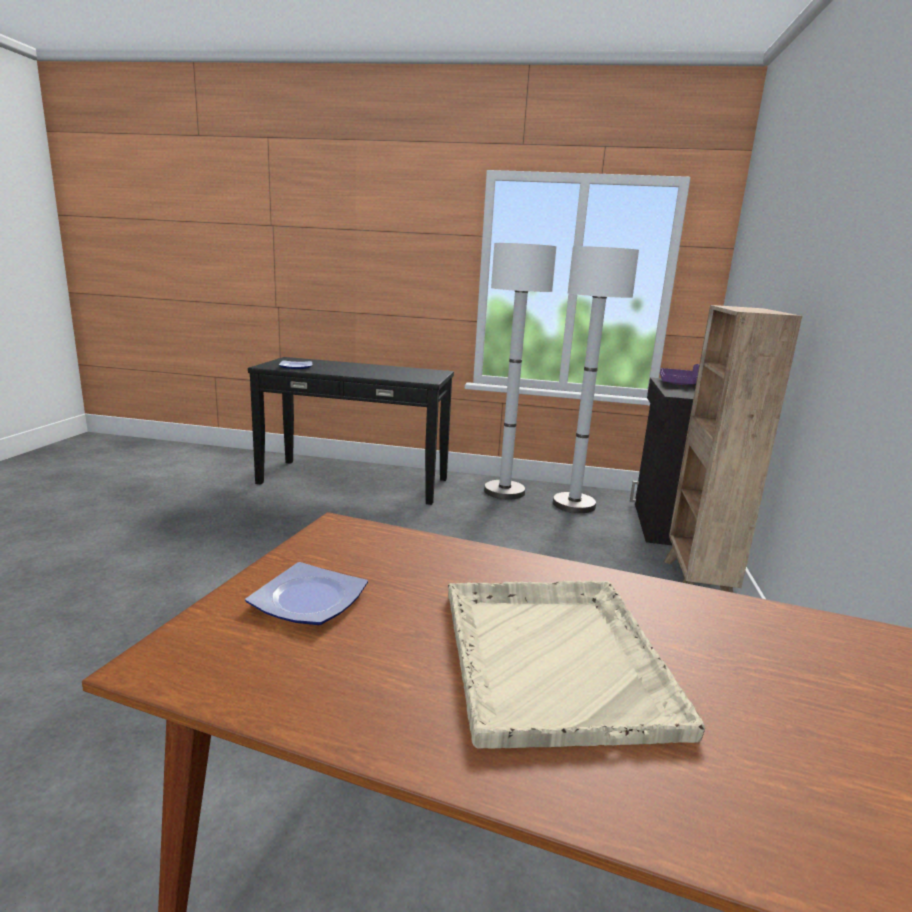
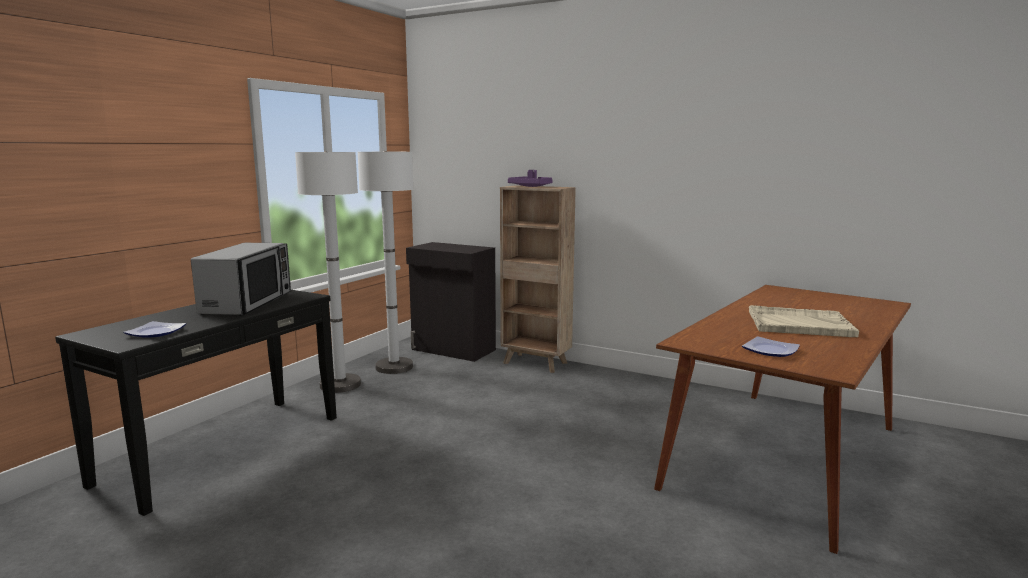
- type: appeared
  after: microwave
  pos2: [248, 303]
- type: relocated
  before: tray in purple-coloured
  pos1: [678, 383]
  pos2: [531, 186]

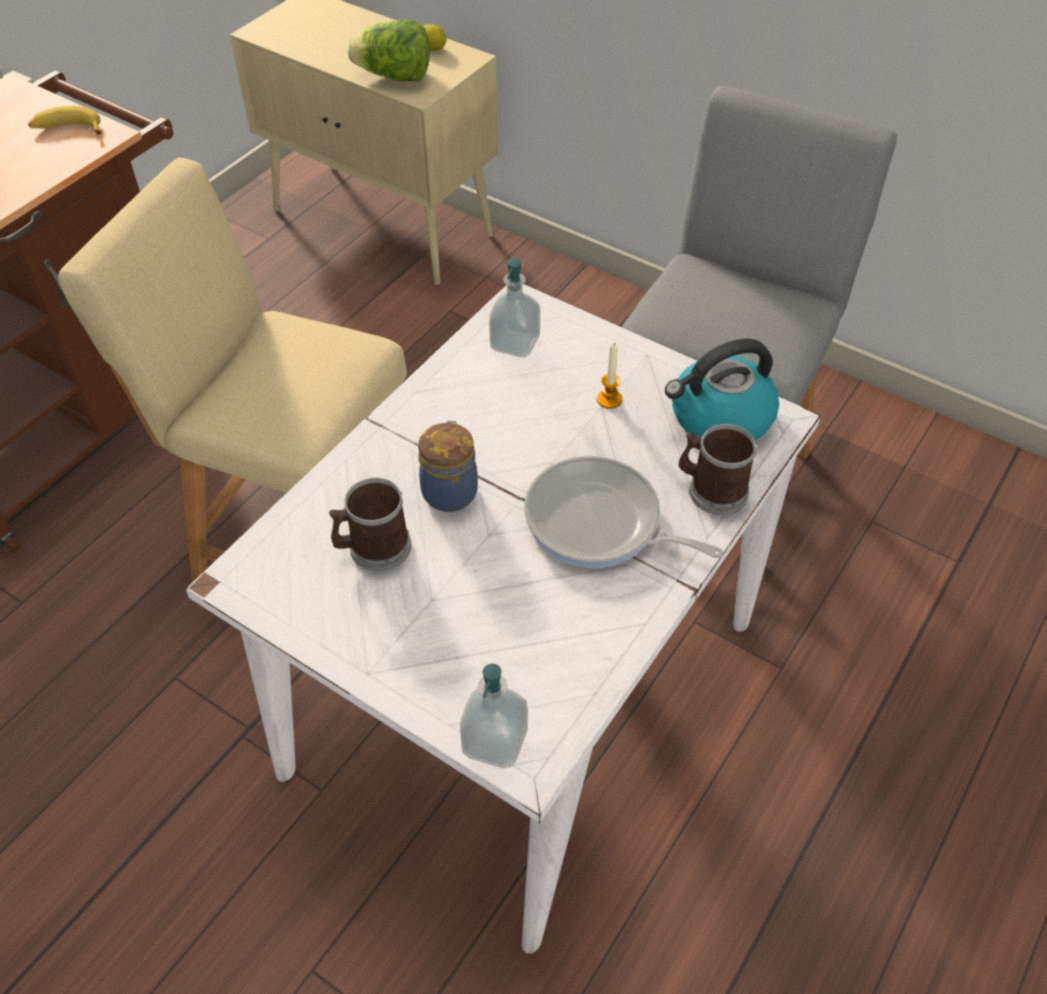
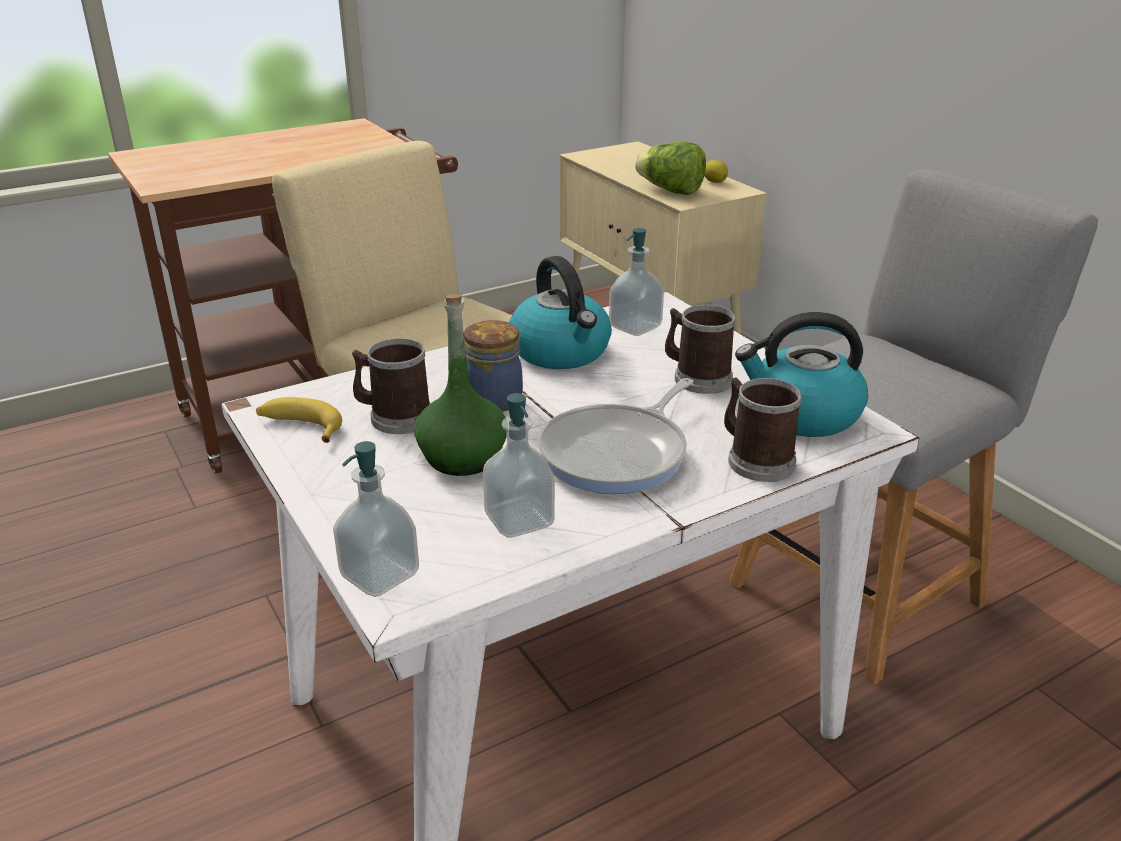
- type: appeared
  after: beverage bottle in greenish
  pos2: [462, 457]
- type: appeared
  after: soap dispenser
  pos2: [519, 520]
- type: appeared
  after: water kettle
  pos2: [561, 352]
- type: relocated
  before: whole banana
  pos1: [68, 129]
  pos2: [300, 427]
- type: exchanged
  before: candle
  after: mug
  pos1: [609, 399]
  pos2: [696, 378]
- type: spun
  before: skillet
  pos1: [599, 523]
  pos2: [618, 453]
  turn: -105

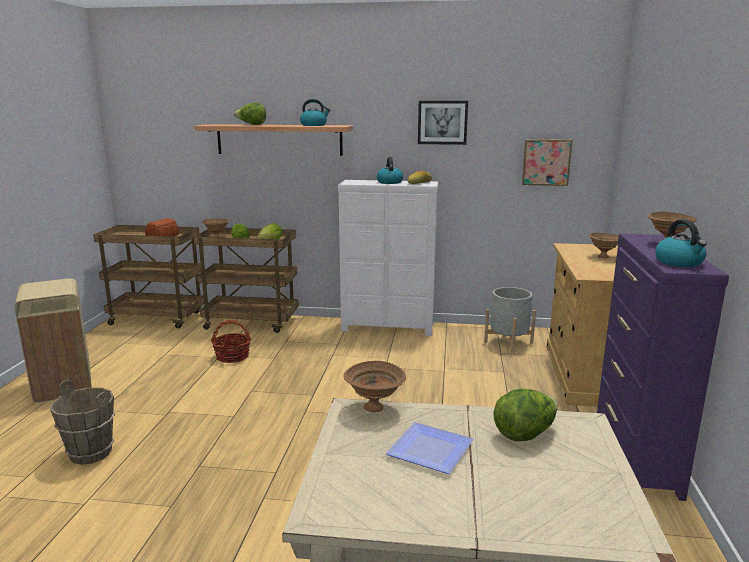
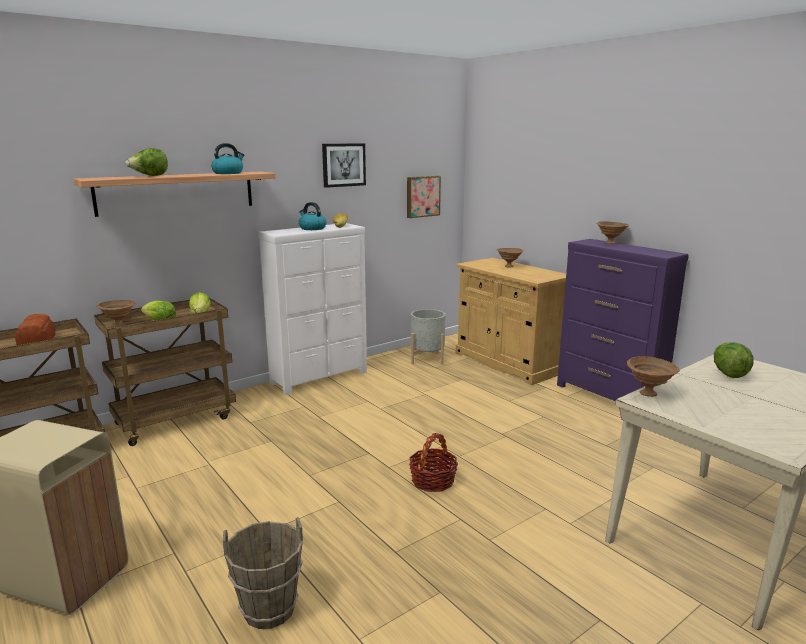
- type: missing
  before: dinner plate
  pos1: [431, 452]
- type: missing
  before: water kettle
  pos1: [679, 262]
- type: relocated
  before: basket
  pos1: [232, 356]
  pos2: [433, 481]

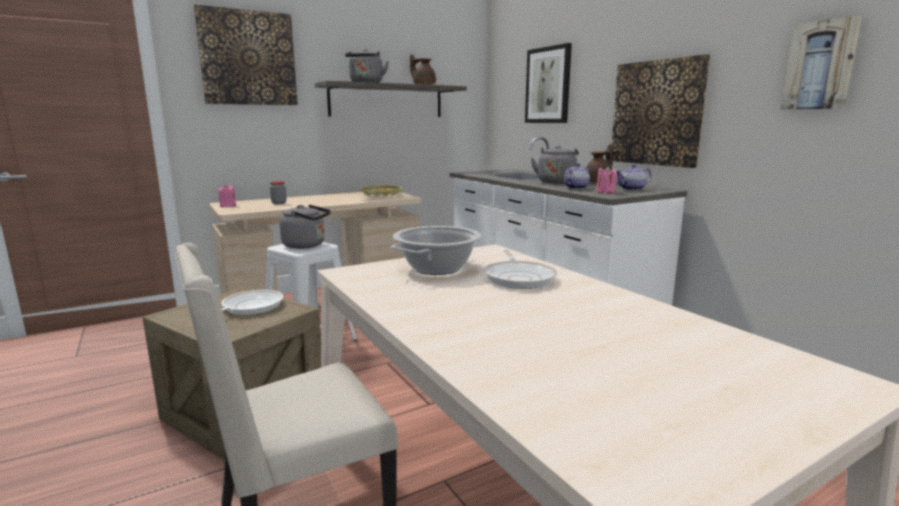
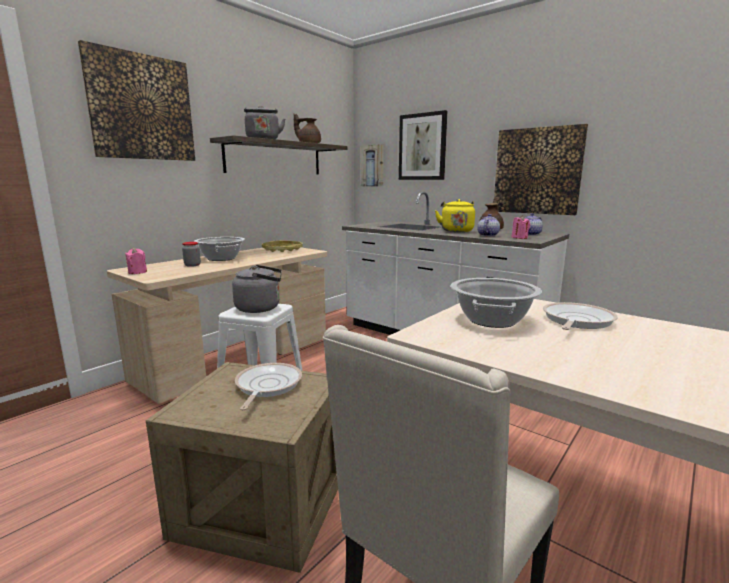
- type: appeared
  after: saucepot
  pos2: [221, 258]
- type: relocated
  before: wall picture
  pos1: [820, 66]
  pos2: [372, 166]
- type: colour
  before: water kettle in greyish
  after: water kettle in yellow
  pos1: [556, 182]
  pos2: [456, 231]
- type: spun
  before: skillet
  pos1: [519, 277]
  pos2: [576, 321]
  turn: -120

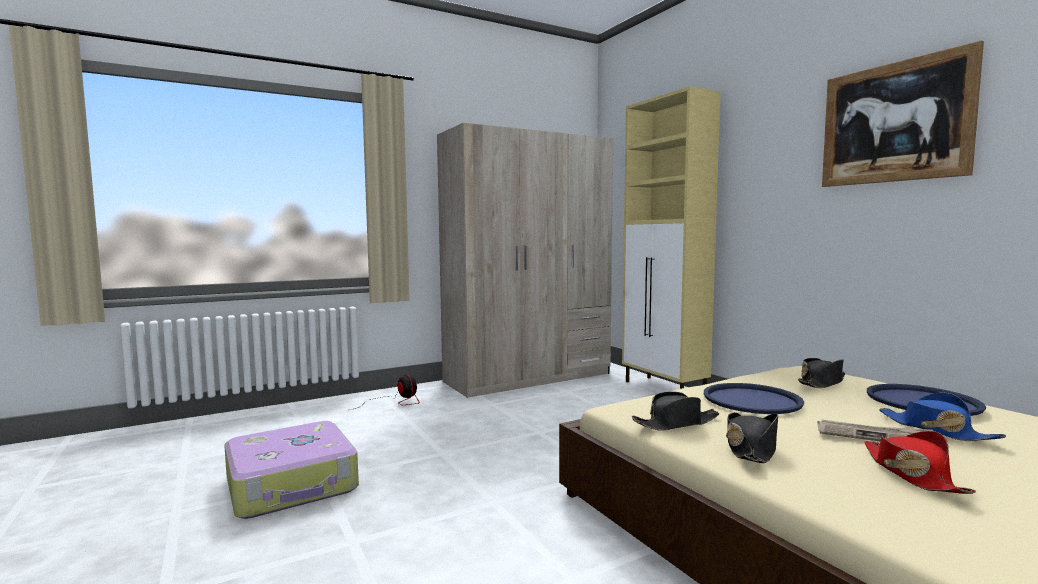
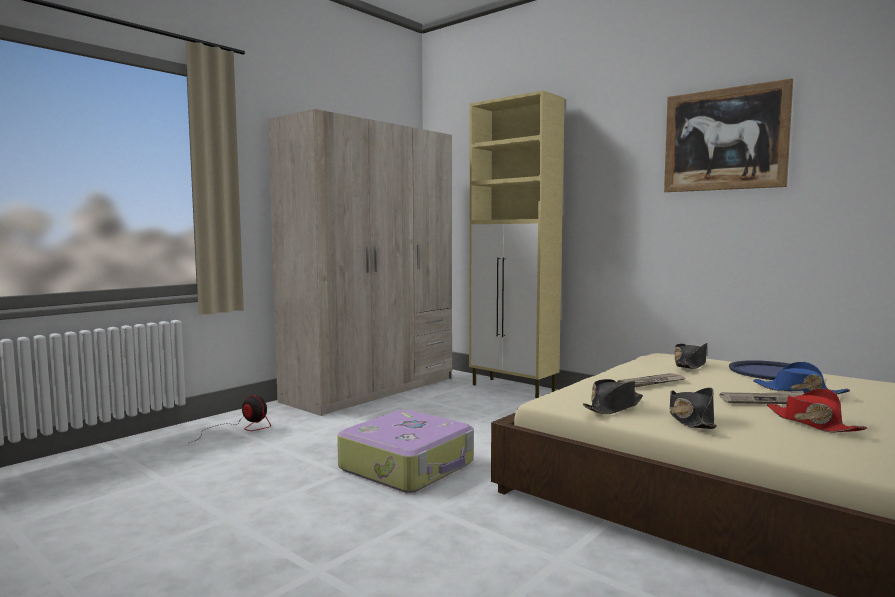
- type: relocated
  before: suitcase
  pos1: [293, 484]
  pos2: [408, 466]
- type: exchanged
  before: tray in blue
  after: daily paper
  pos1: [752, 400]
  pos2: [651, 383]

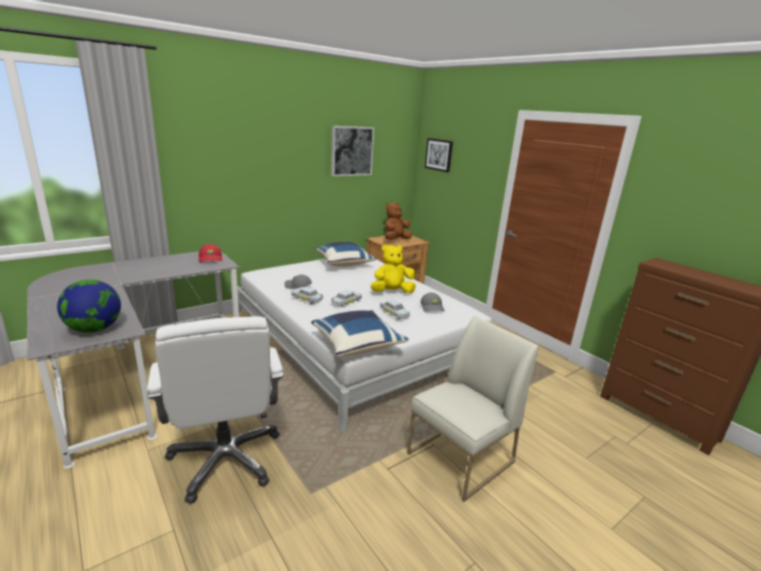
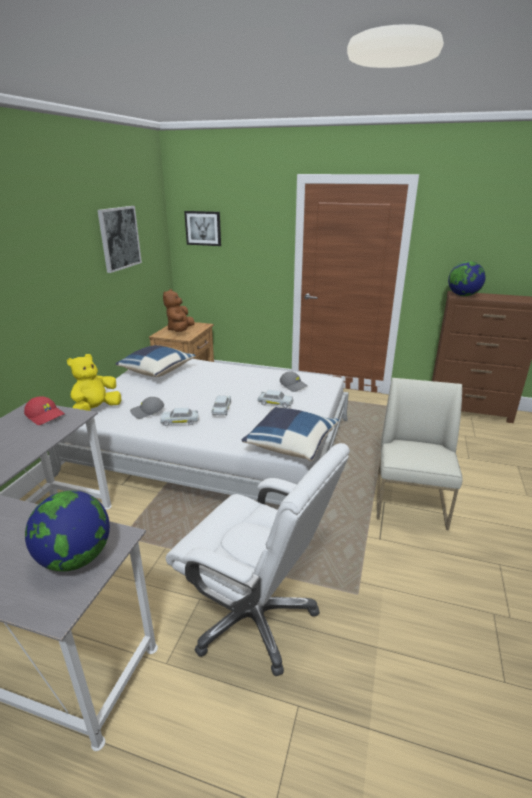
- type: appeared
  after: desk globe
  pos2: [463, 295]
- type: relocated
  before: soft toy in yellow
  pos1: [392, 292]
  pos2: [96, 410]

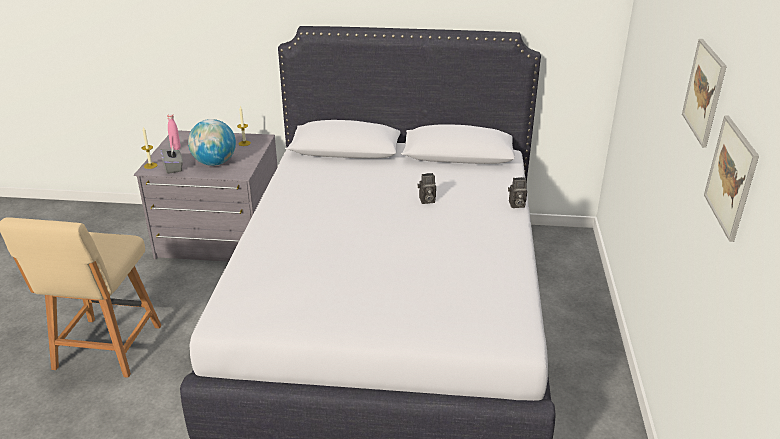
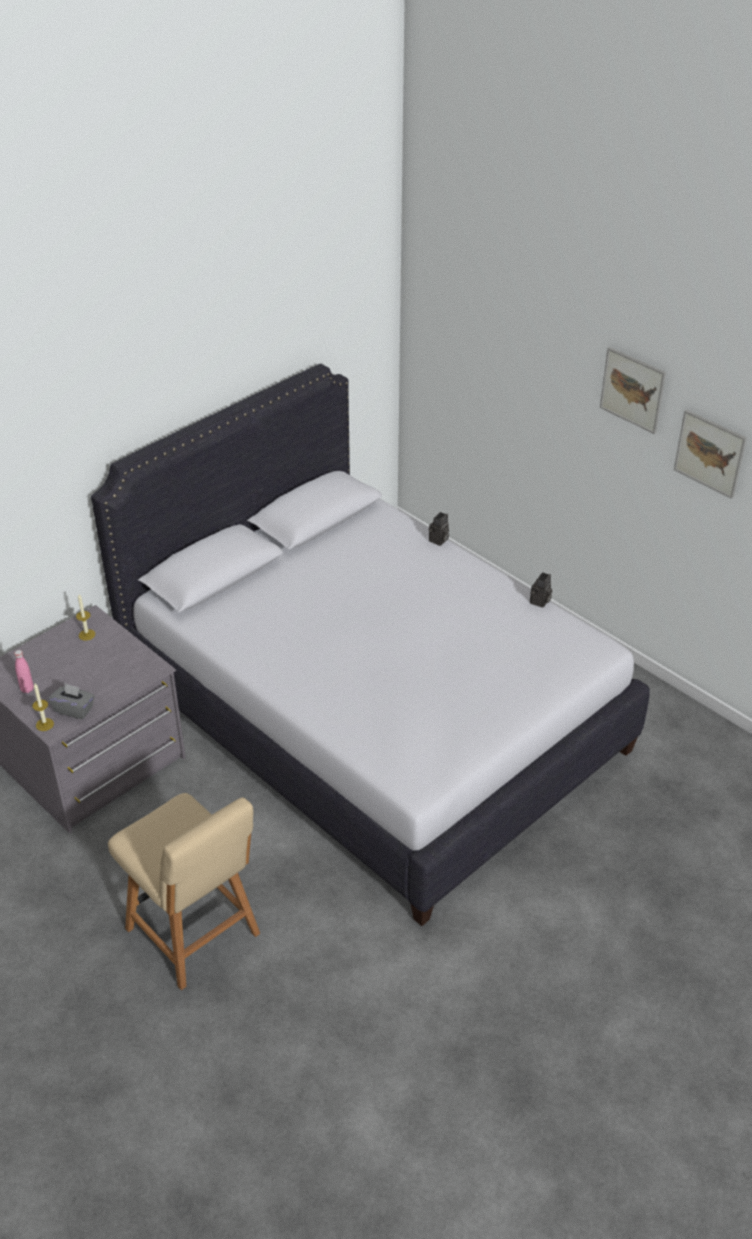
- type: missing
  before: desk globe
  pos1: [215, 163]
- type: relocated
  before: still camera
  pos1: [426, 200]
  pos2: [540, 602]

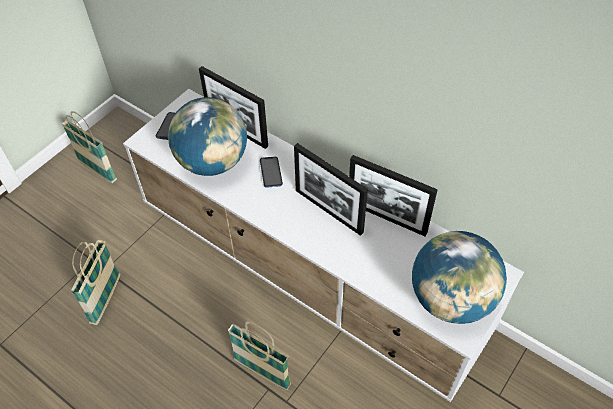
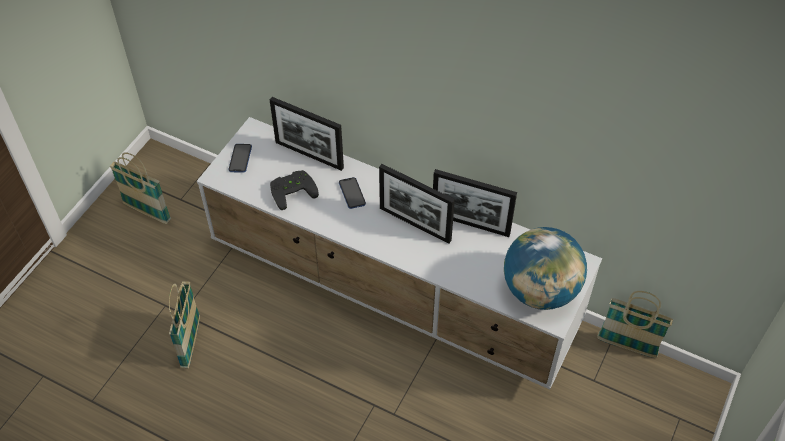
- type: relocated
  before: basket
  pos1: [262, 372]
  pos2: [627, 346]
- type: exchanged
  before: desk globe
  after: joypad in black-coloured
  pos1: [213, 162]
  pos2: [292, 189]

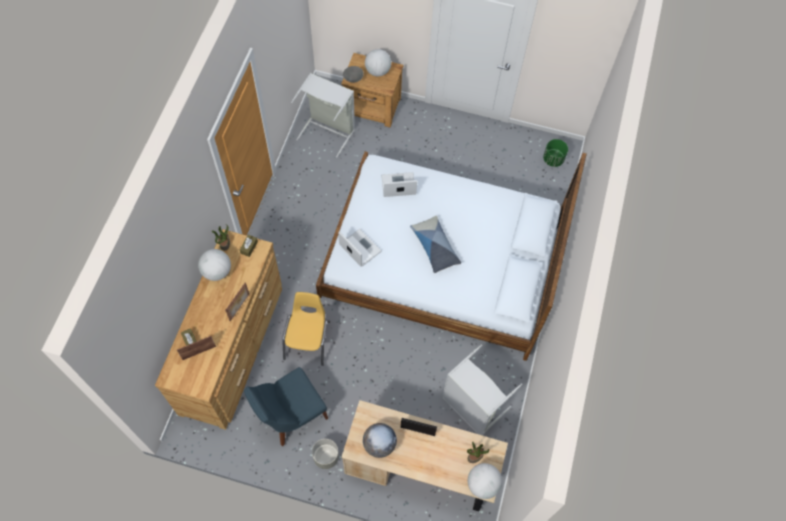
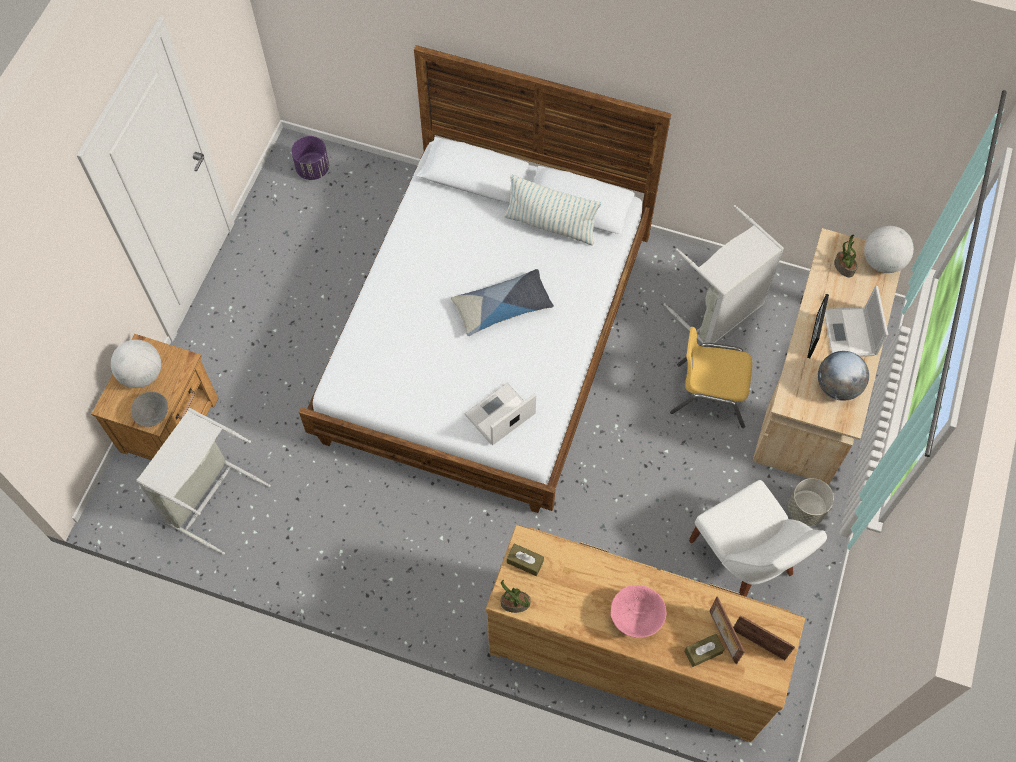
- type: missing
  before: desk globe
  pos1: [217, 271]
- type: appeared
  after: throw pillow
  pos2: [551, 225]
- type: appeared
  after: deep dish in pink
  pos2: [636, 618]
- type: relocated
  before: standing frame
  pos1: [240, 307]
  pos2: [759, 643]
- type: relocated
  before: upright chair in yellow
  pos1: [308, 340]
  pos2: [710, 394]
- type: relocated
  before: notebook computer
  pos1: [397, 185]
  pos2: [850, 334]
- type: colour
  before: upright chair in blue
  after: upright chair in white
  pos1: [291, 416]
  pos2: [744, 561]
- type: colour
  before: plant pot in greenish
  after: plant pot in purple-coloured
  pos1: [553, 159]
  pos2: [313, 169]

